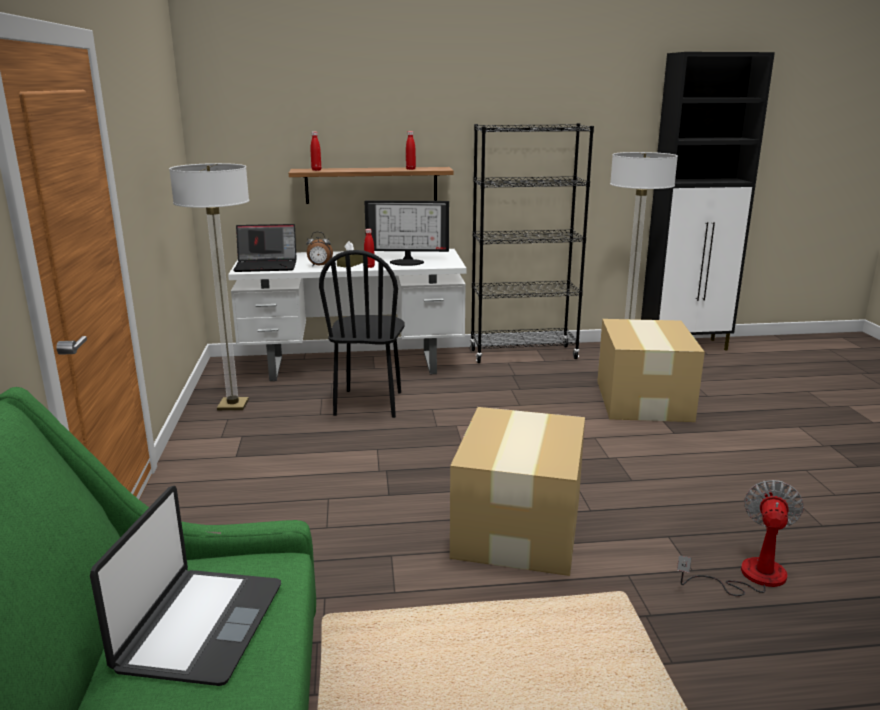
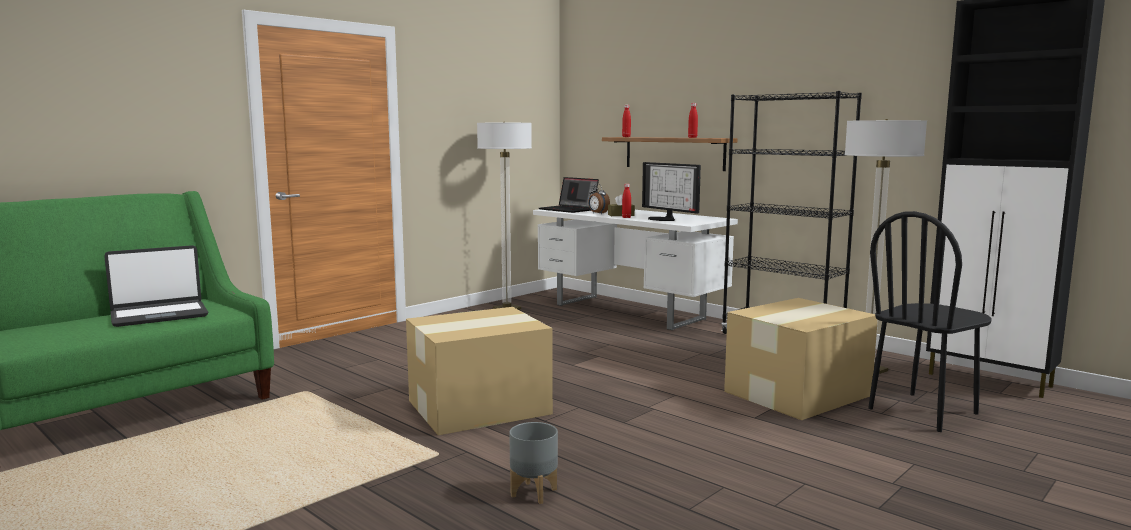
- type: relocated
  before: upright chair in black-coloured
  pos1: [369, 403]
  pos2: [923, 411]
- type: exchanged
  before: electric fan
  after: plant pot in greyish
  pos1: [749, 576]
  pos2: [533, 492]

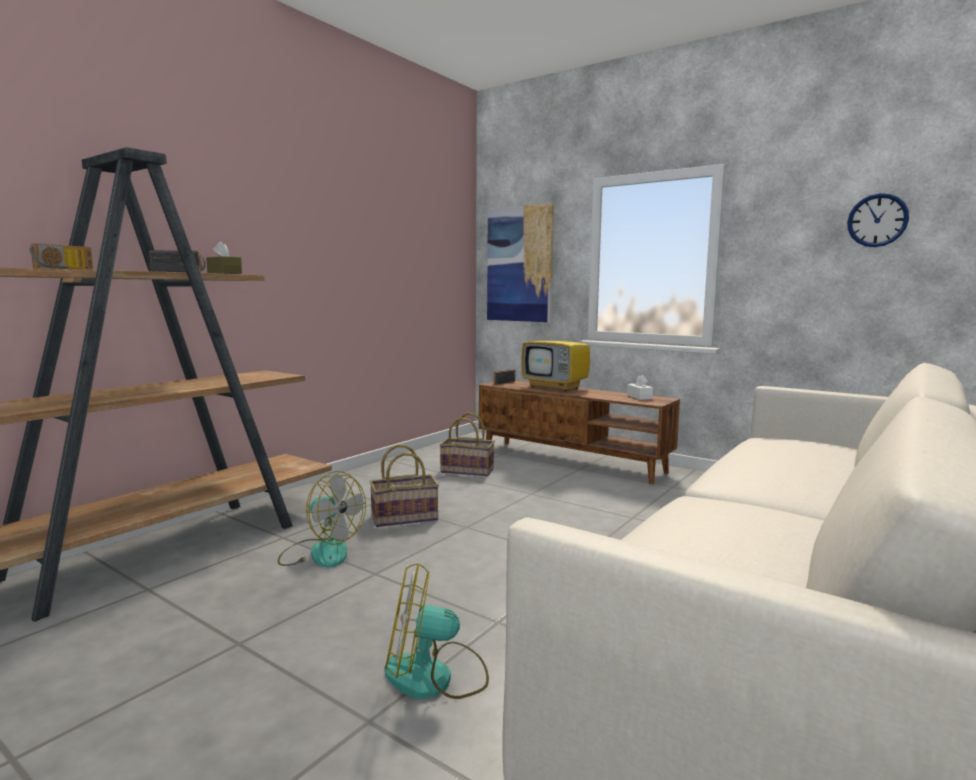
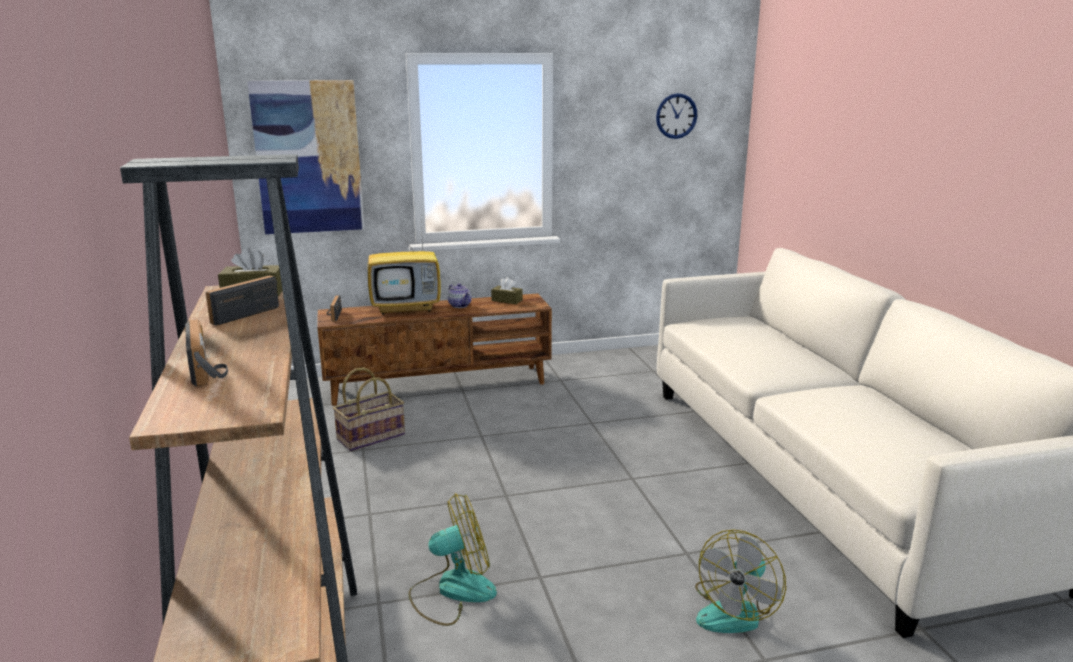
- type: missing
  before: basket
  pos1: [404, 517]
- type: appeared
  after: tea pot
  pos2: [459, 305]
- type: colour
  before: box of tissues in white
  after: box of tissues in brown
  pos1: [639, 397]
  pos2: [507, 300]

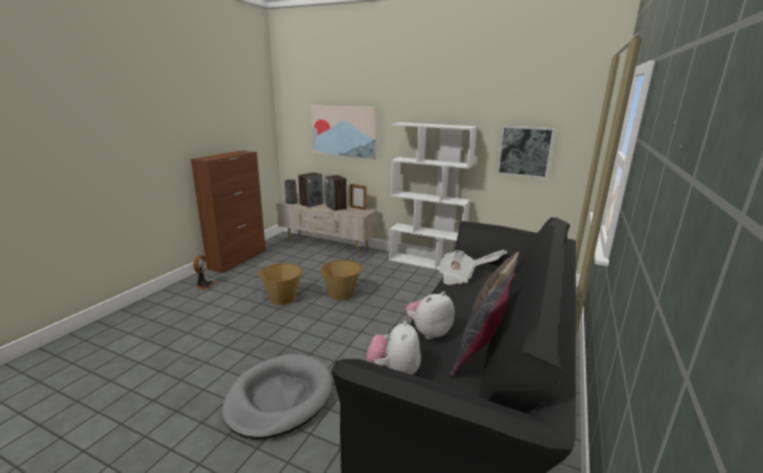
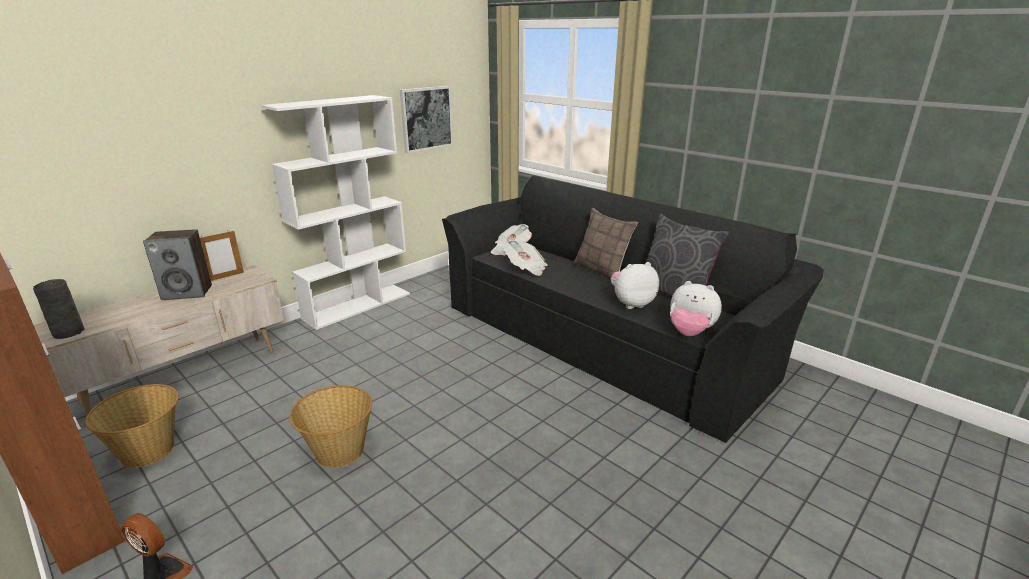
- type: missing
  before: dog cushion in greyish
  pos1: [279, 398]
- type: missing
  before: loudspeaker
  pos1: [311, 204]
- type: missing
  before: wall picture
  pos1: [344, 131]
- type: relocated
  before: basket
  pos1: [342, 294]
  pos2: [149, 450]
- type: spun
  before: soft toy
  pos1: [428, 332]
  pos2: [631, 304]
  turn: 90

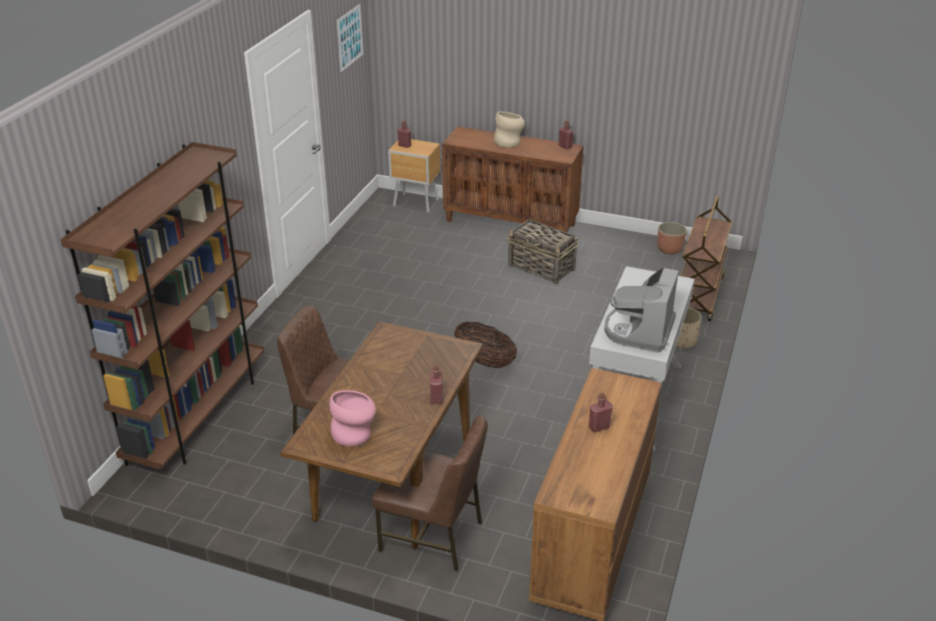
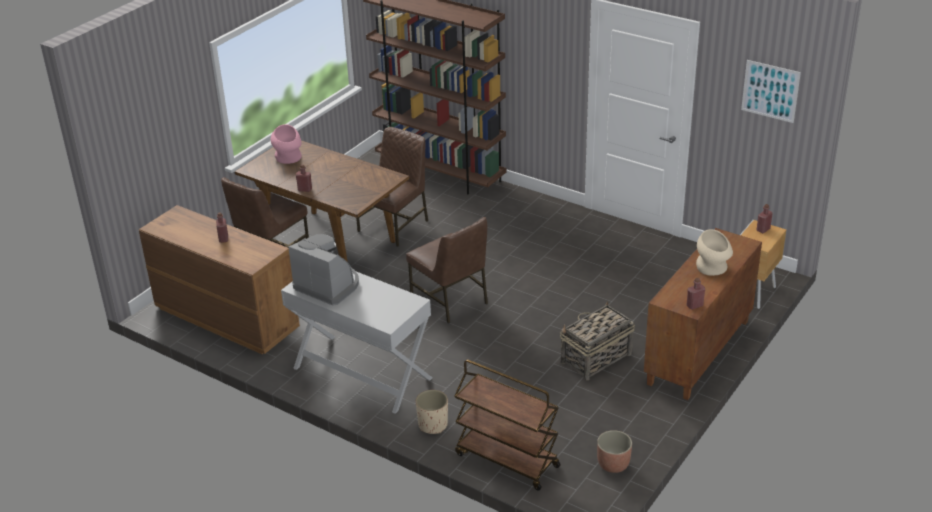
- type: exchanged
  before: basket
  after: upright chair in brown
  pos1: [485, 361]
  pos2: [450, 300]

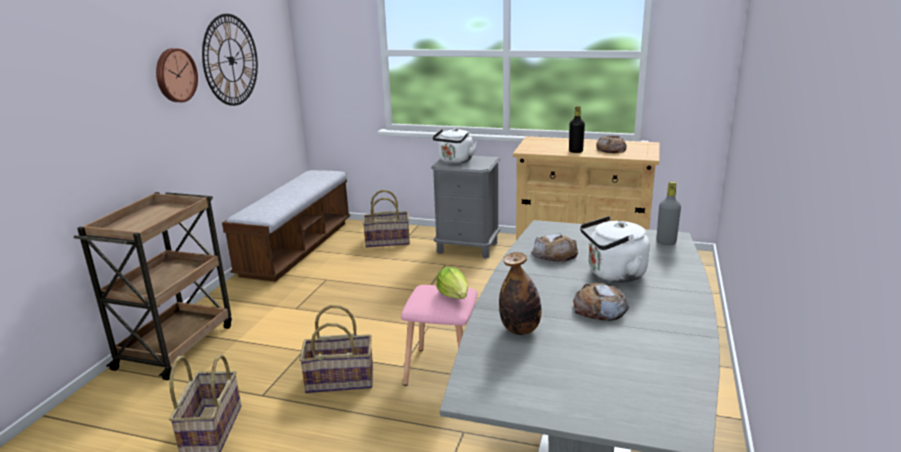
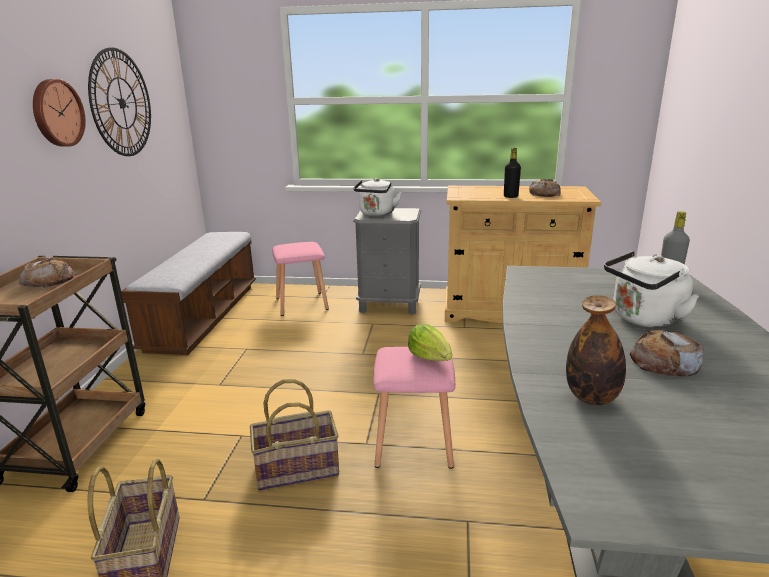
- type: relocated
  before: bakery bread
  pos1: [555, 254]
  pos2: [48, 280]
- type: exchanged
  before: basket
  after: stool seat in pink
  pos1: [387, 241]
  pos2: [302, 303]

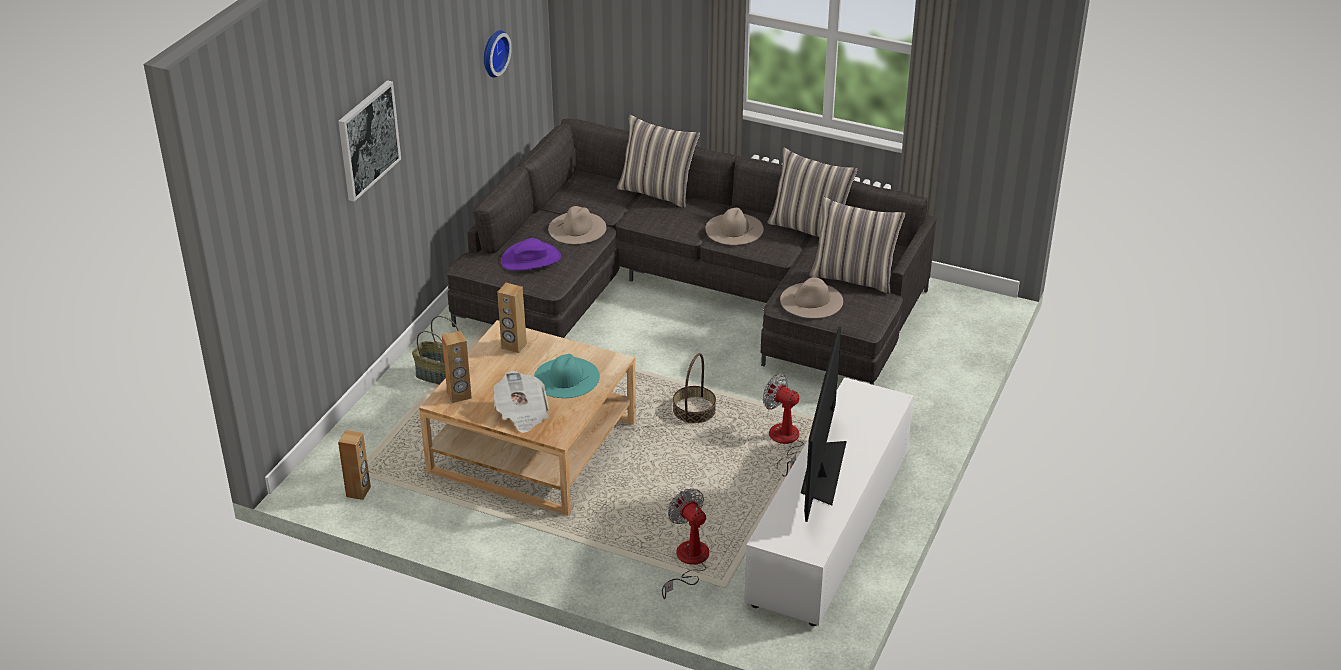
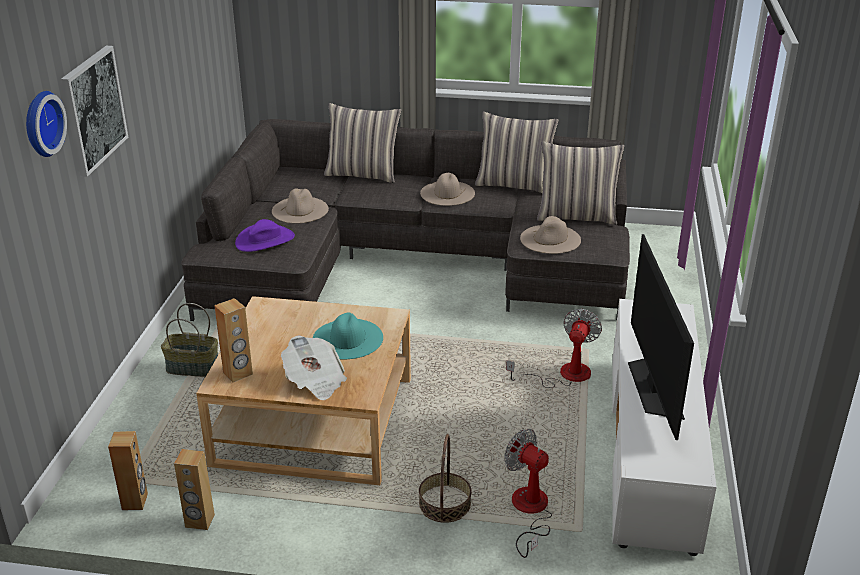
- type: relocated
  before: clock on the wall
  pos1: [493, 53]
  pos2: [40, 123]
- type: relocated
  before: loudspeaker in brown
  pos1: [513, 346]
  pos2: [199, 521]
- type: relocated
  before: basket
  pos1: [694, 410]
  pos2: [444, 504]
- type: spun
  before: electric fan
  pos1: [784, 442]
  pos2: [564, 375]
  turn: 90

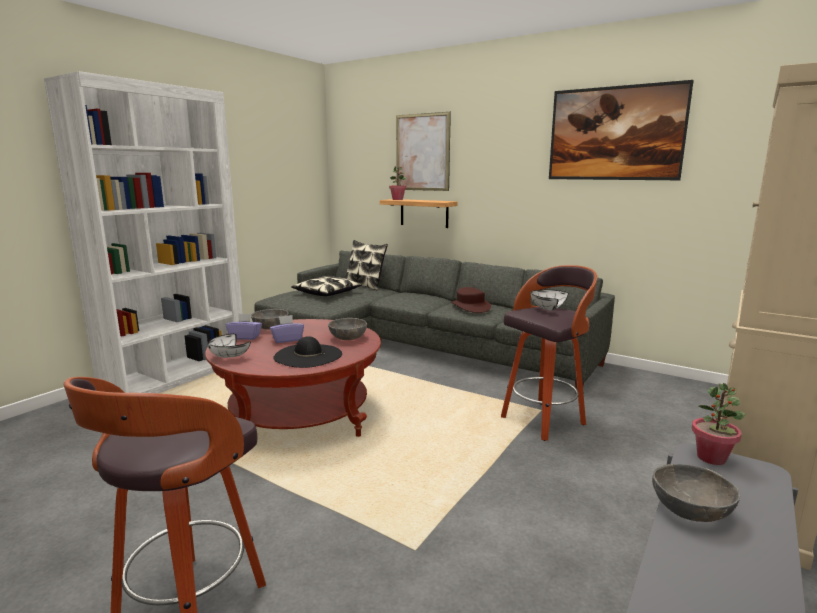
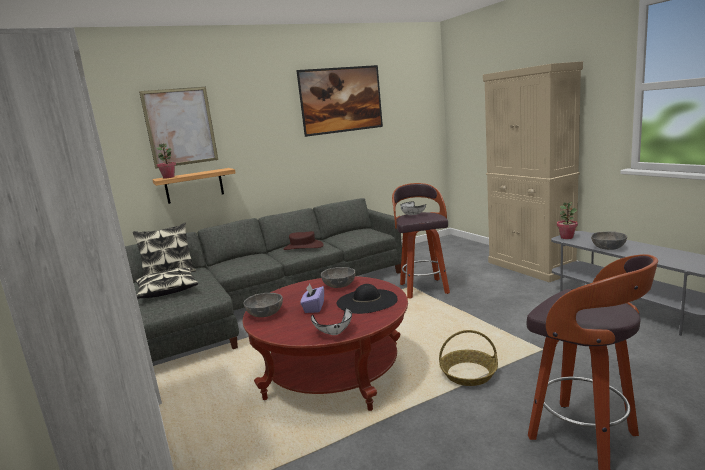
- type: missing
  before: box of tissues in purple-coloured
  pos1: [245, 337]
- type: appeared
  after: basket
  pos2: [468, 374]

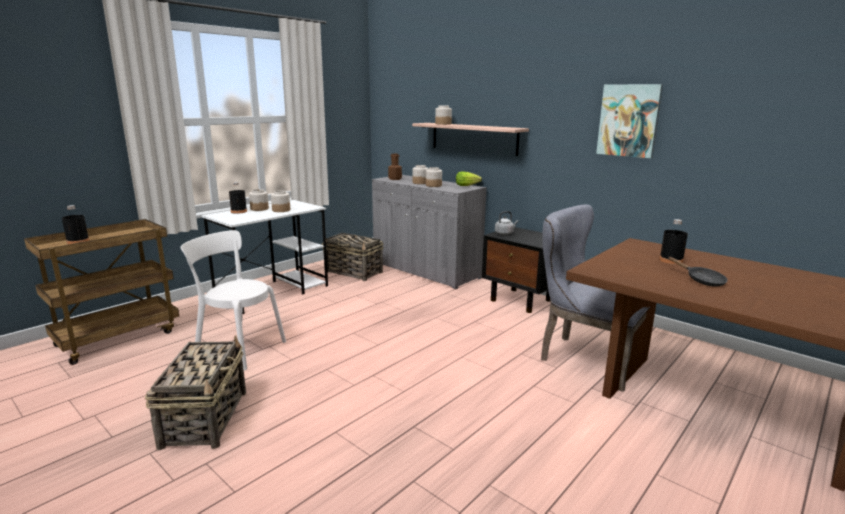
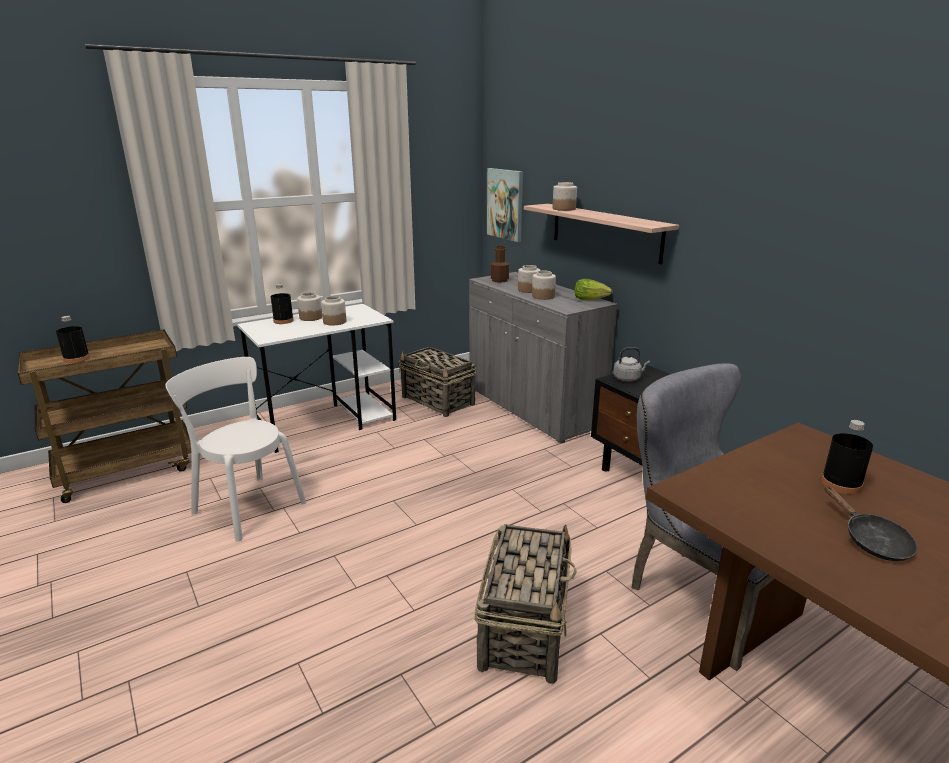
- type: relocated
  before: basket
  pos1: [205, 417]
  pos2: [525, 628]
- type: relocated
  before: wall picture
  pos1: [628, 120]
  pos2: [505, 204]

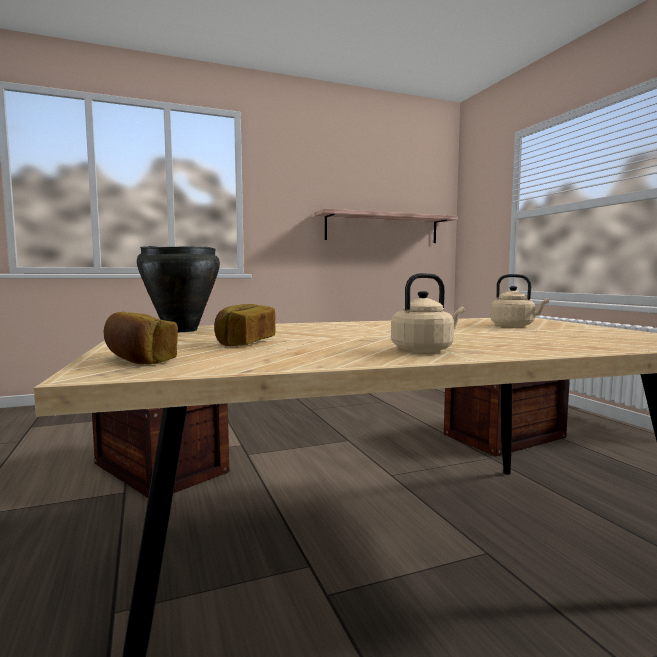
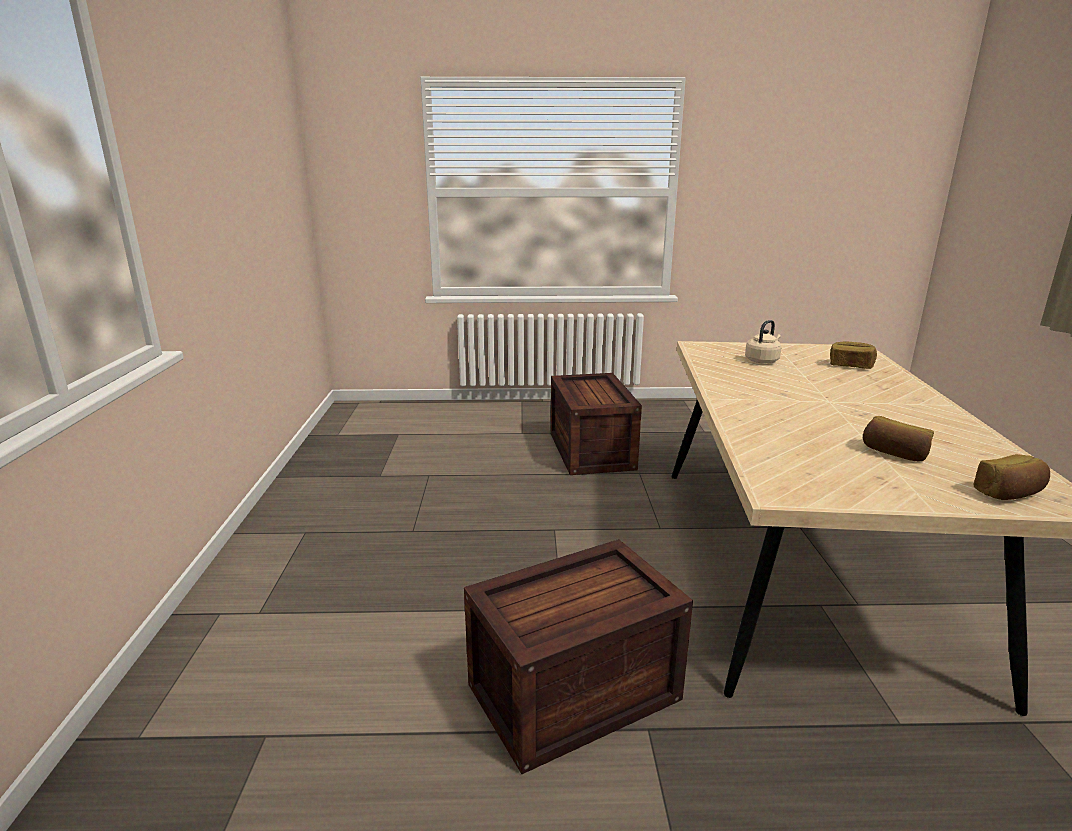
- type: missing
  before: saucepot in black-coloured
  pos1: [181, 330]
- type: missing
  before: bracket shelf
  pos1: [382, 228]
- type: missing
  before: water kettle in beige
  pos1: [425, 350]
- type: appeared
  after: bakery bread
  pos2: [850, 366]

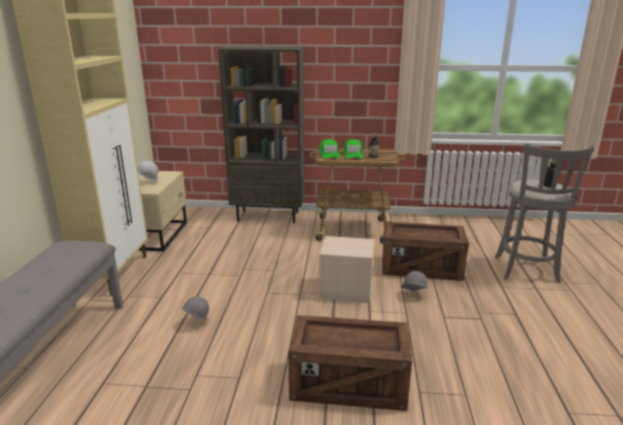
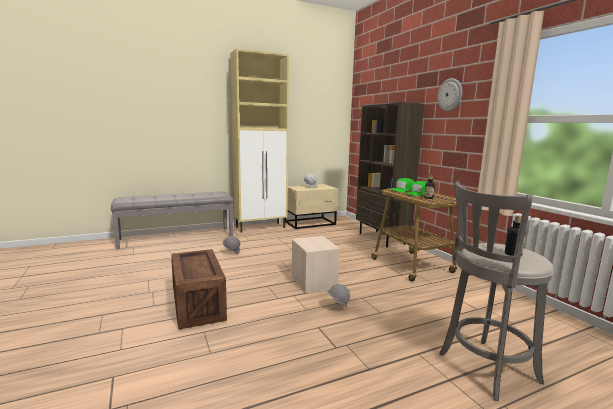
- type: missing
  before: packing crate
  pos1: [421, 268]
- type: appeared
  after: clock on the wall
  pos2: [450, 94]

